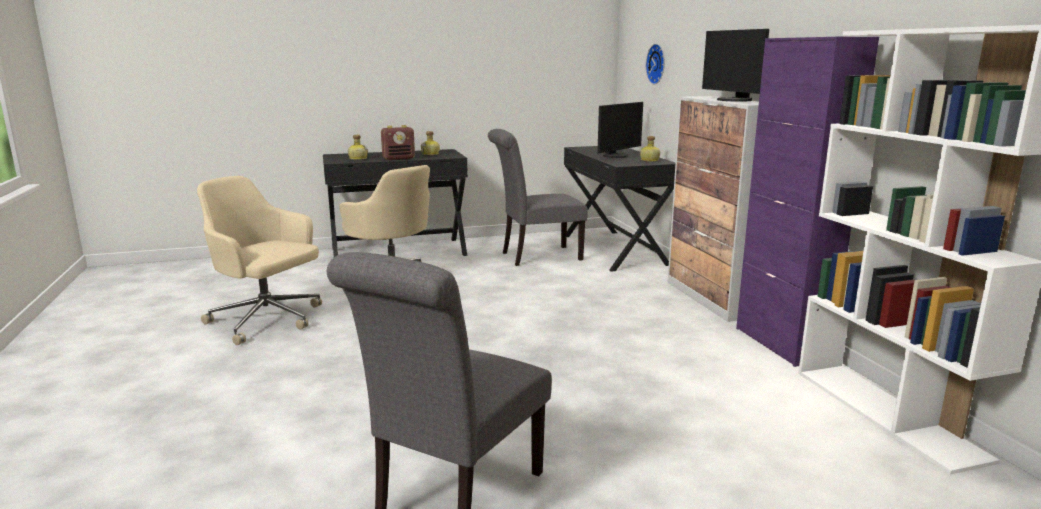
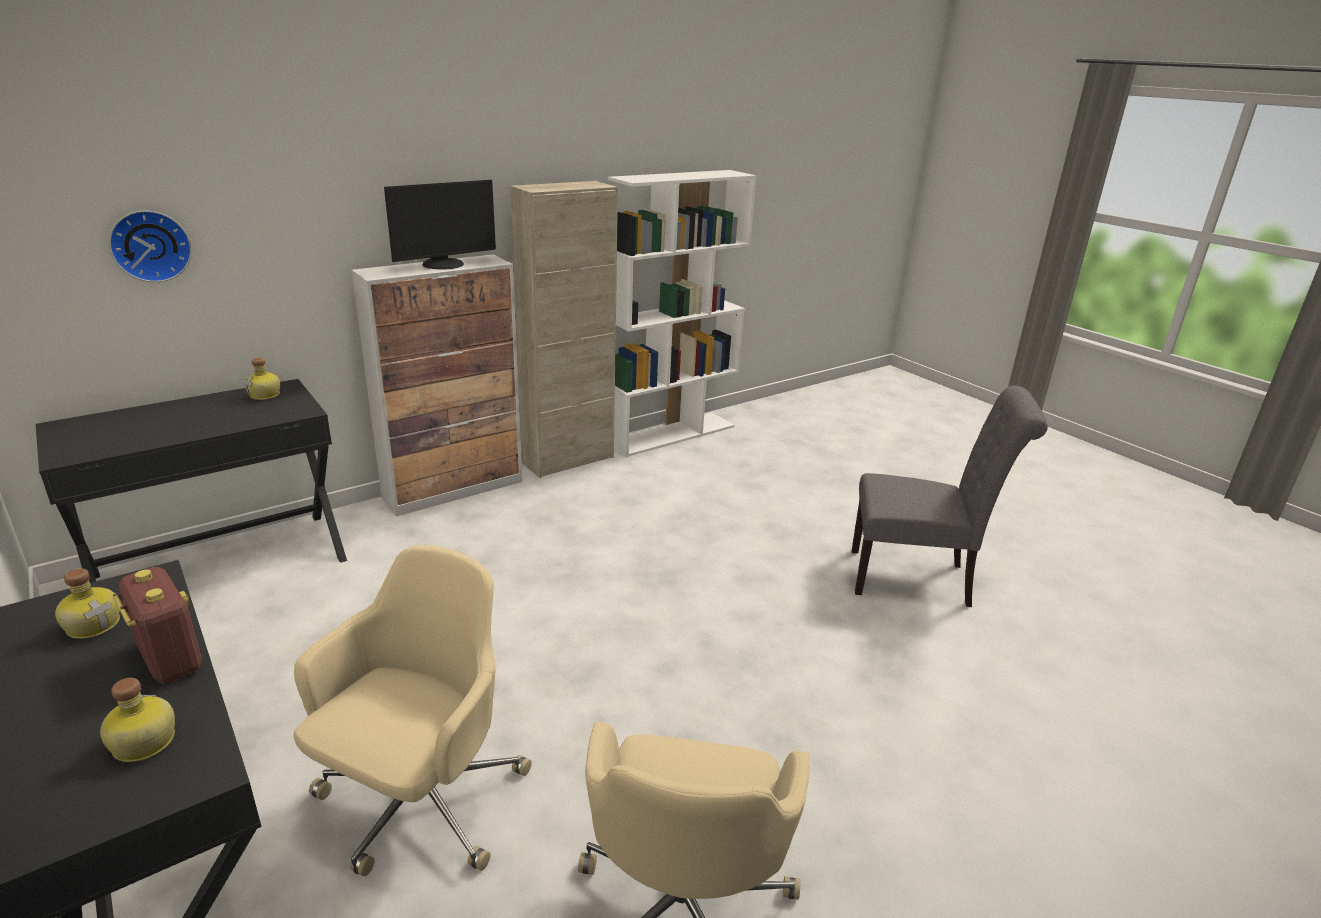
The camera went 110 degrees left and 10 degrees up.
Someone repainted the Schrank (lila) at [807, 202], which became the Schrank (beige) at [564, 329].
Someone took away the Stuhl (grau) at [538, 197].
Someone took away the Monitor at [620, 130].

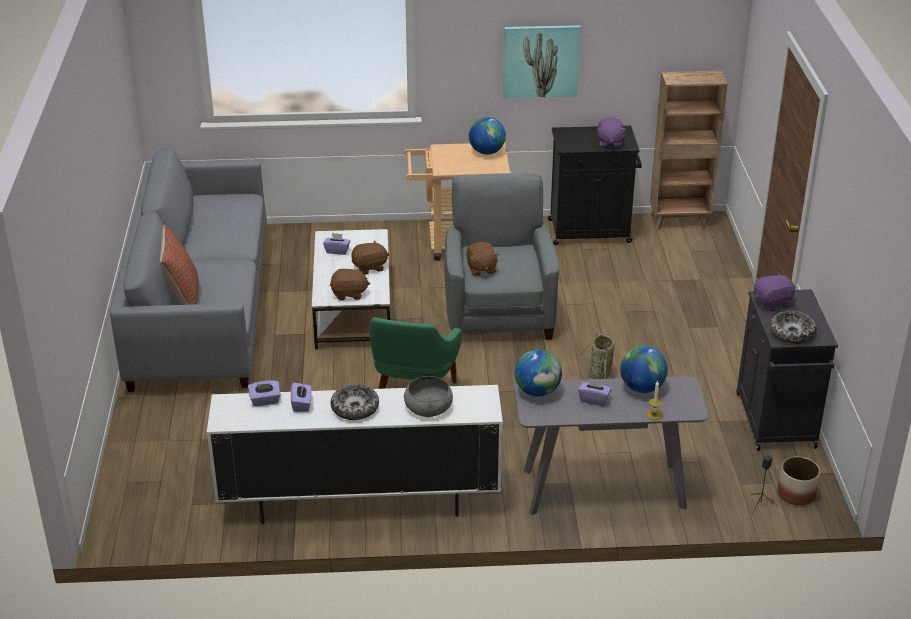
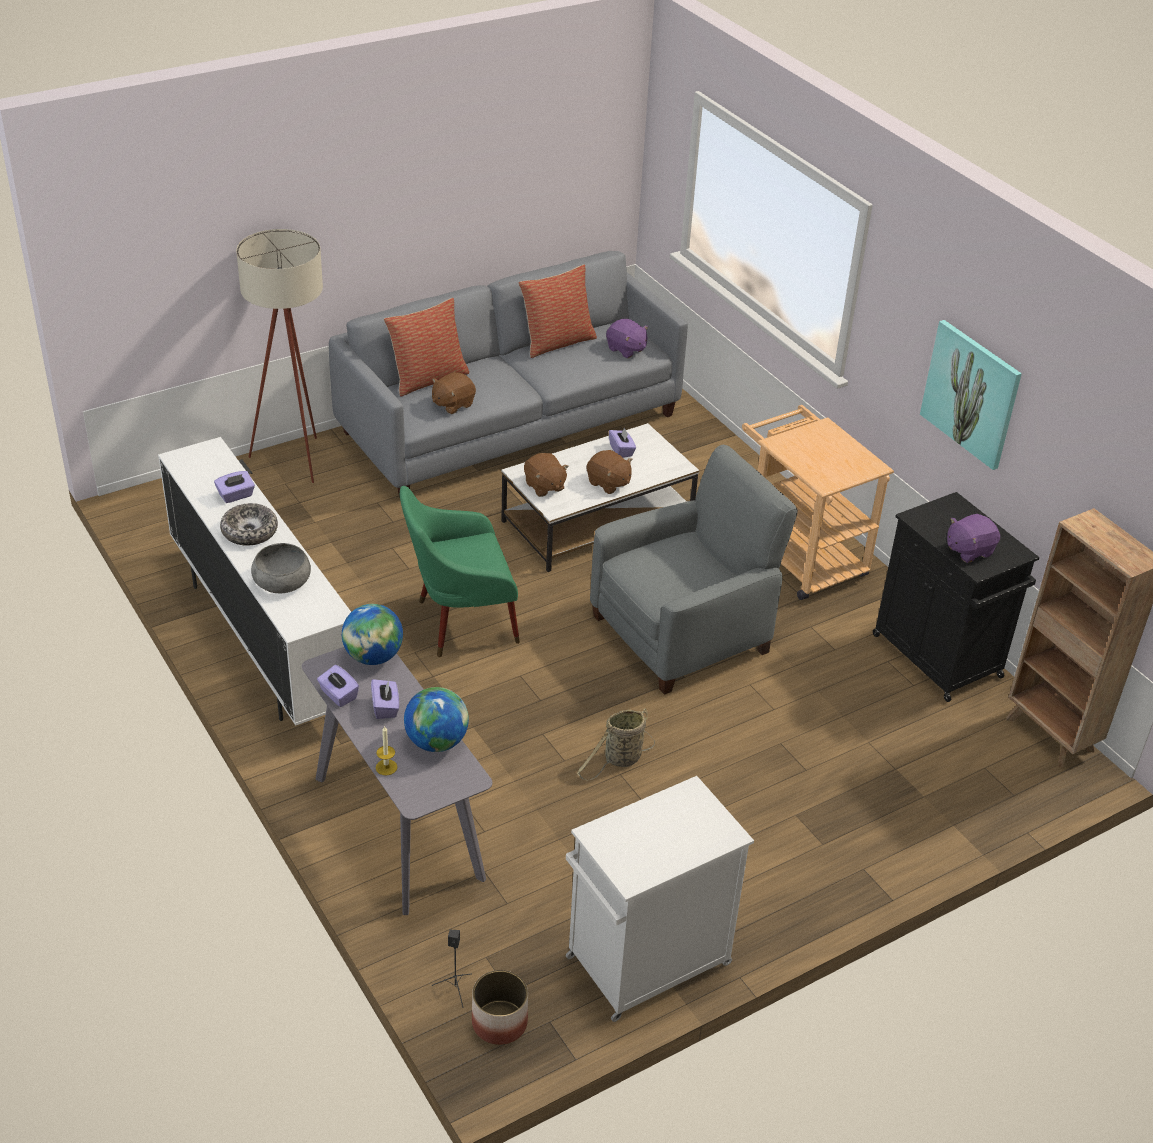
The camera went 60 degrees right and 5 degrees up.
Someone put down the Stehlampe (beige) at [279, 356].
Someone carried the Taschentuchbox (lila) from [264, 393] to [338, 686].
Someone carried the Plüschtier (braun) from [482, 259] to [454, 393].
Someone put down the Kissen at [558, 311].
Someone repainted the Schrank (schwarz) at [787, 370], which became the Schrank (weiß) at [660, 899].
Someone carried the Plüschtier (lila) from [774, 291] to [627, 338].
Someone took away the Globus at [487, 136].
Someone took away the Schüssel at [793, 327].

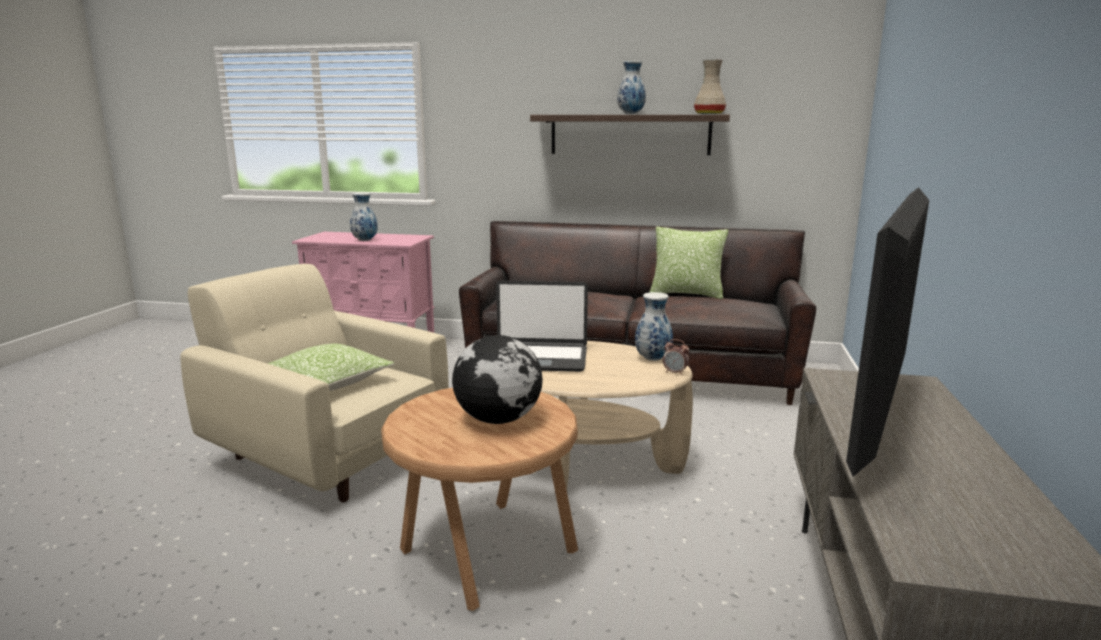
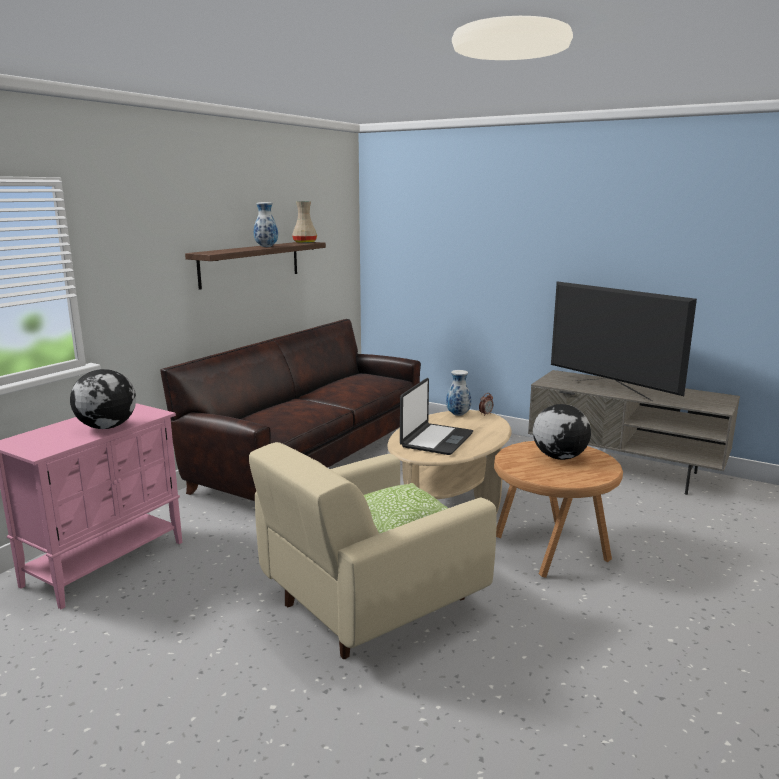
The camera went 70 degrees left and 0 degrees up.
Someone swapped the Vase at [364, 216] for the Globus at [103, 399].
Someone took away the Kissen at [689, 262].

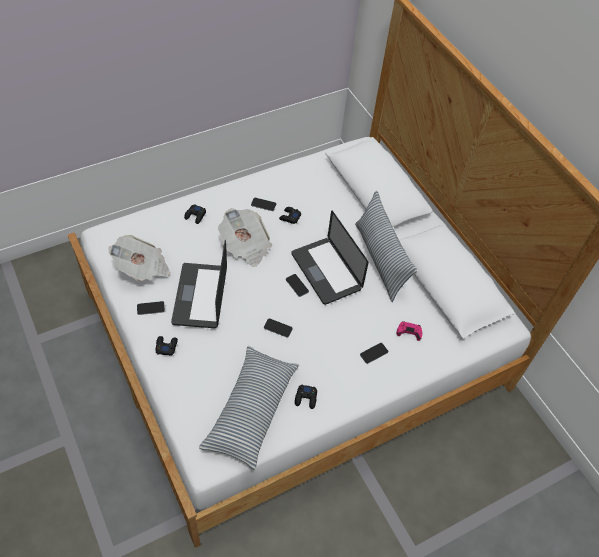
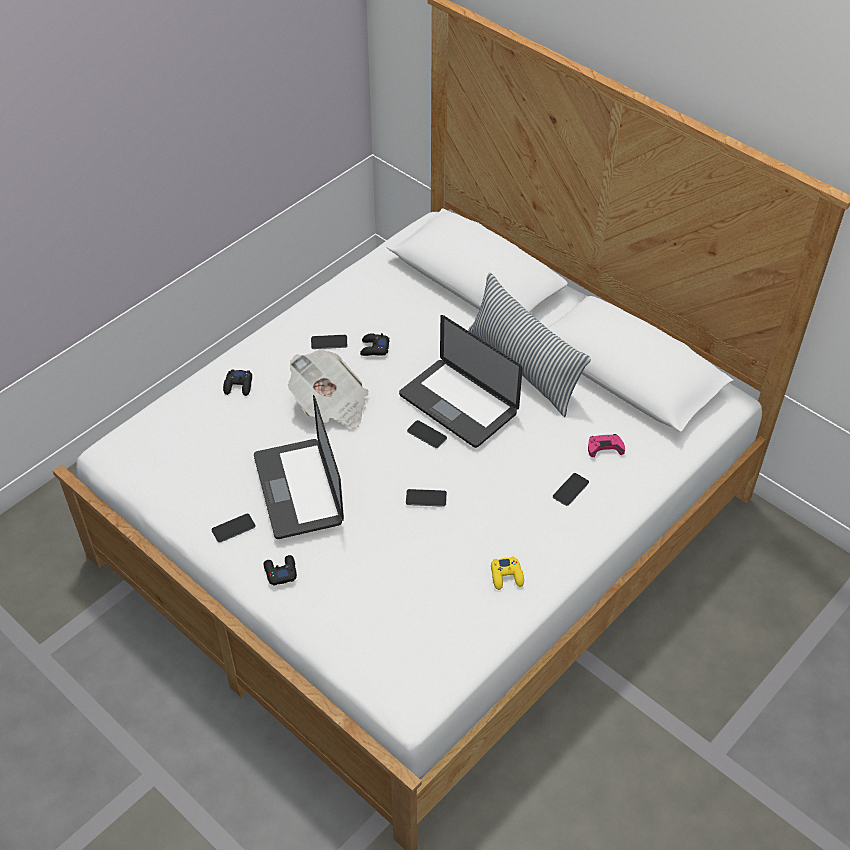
The camera went 15 degrees left and 5 degrees down.
Someone repainted the Gamepad (schwarz) at [306, 396], which became the Gamepad (gelb) at [507, 573].
Someone took away the Zeitung at [139, 258].
Someone took away the Kissen at [249, 408].

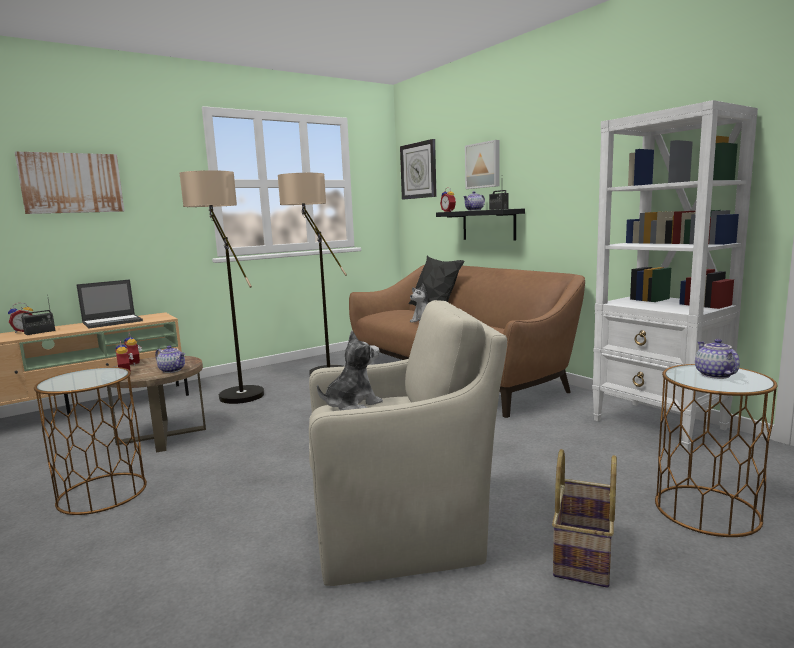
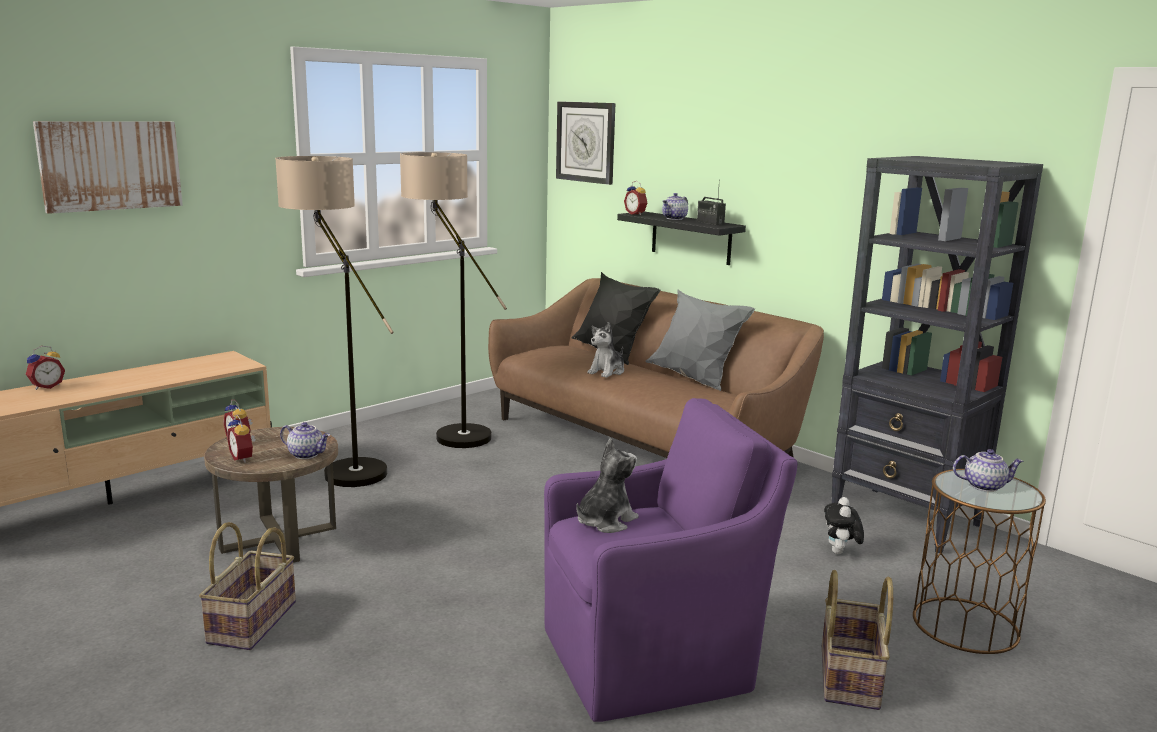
The camera went 10 degrees left and 5 degrees up.
Someone swapped the Beistelltisch (braun) at [90, 441] for the Korb at [247, 586].
Someone repainted the Sessel (beige) at [408, 443], which became the Sessel (lila) at [671, 560].
Someone put down the Kissen (grau) at [700, 340].
Someone put down the Plüschtier at [844, 525].
Someone repainted the Bücherregal (weiß) at [675, 275], which became the Bücherregal (schwarz) at [937, 354].
Someone rotated the Teekanne at [717, 359] by 105 degrees clockwise.
Someone took away the Radio at [38, 314].
Someone took away the Laptop at [109, 304].
Someone took away the Bild at [482, 164].

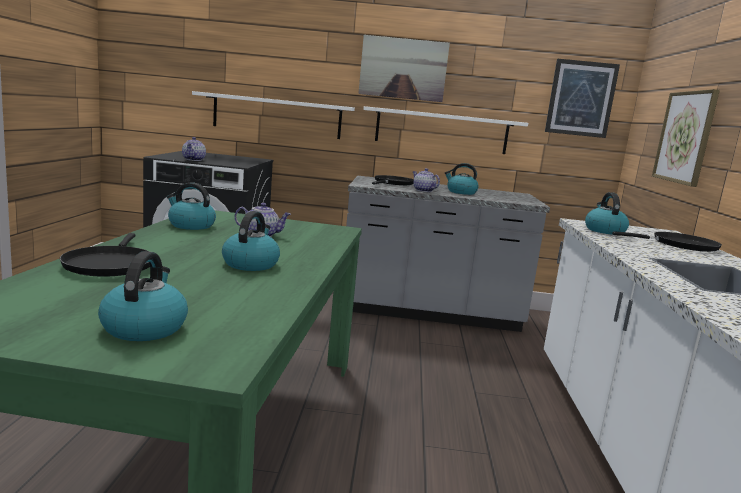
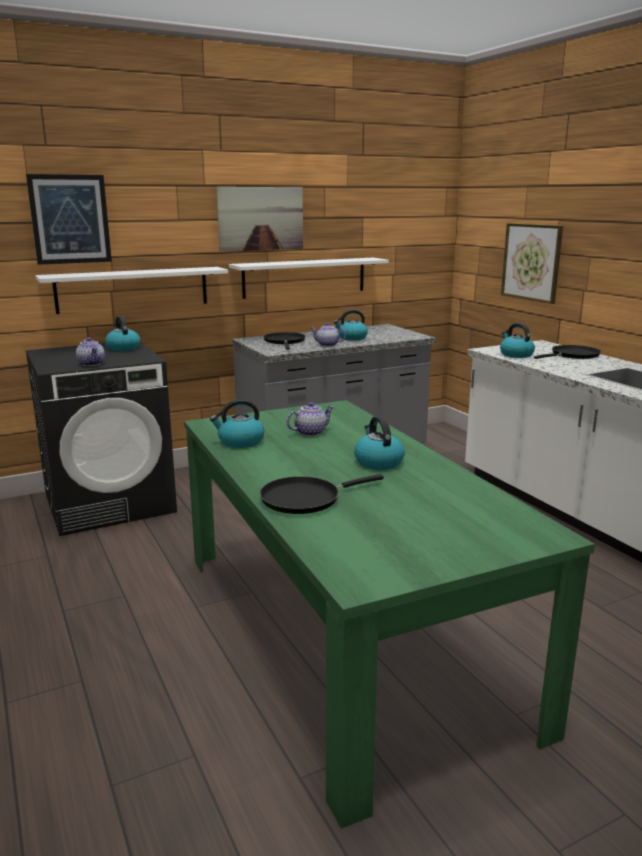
The camera went 30 degrees left and 5 degrees up.
Someone carried the Bild from [582, 98] to [69, 219].
Someone carried the Wasserkessel from [143, 296] to [122, 333].
Someone rotated the Pfanne (schwarz) at [105, 255] by 105 degrees clockwise.

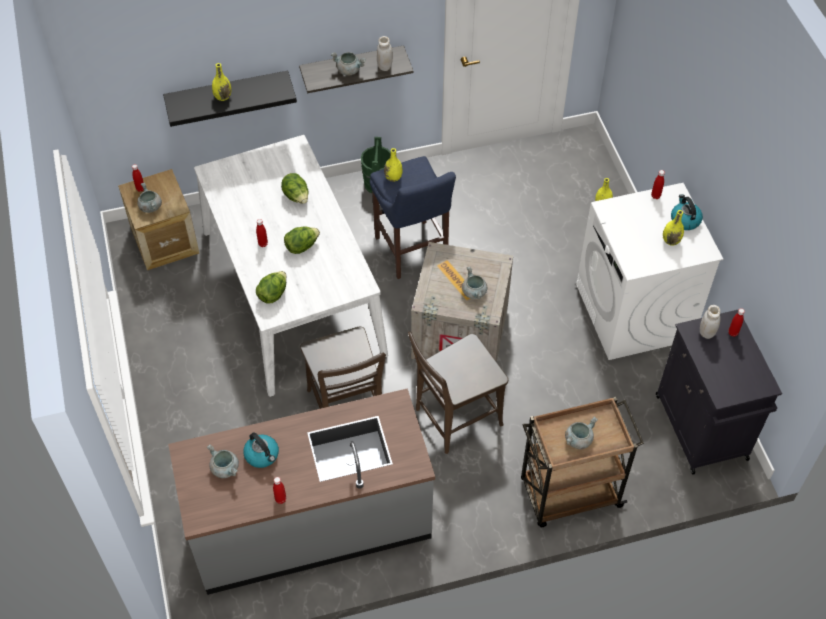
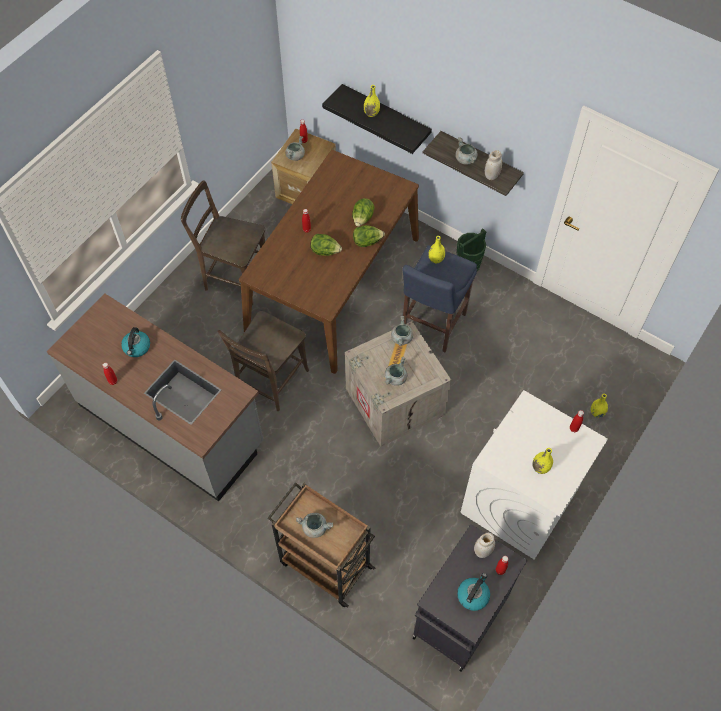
The camera went 50 degrees right and 5 degrees up.
Someone carried the Stuhl (braun) from [458, 393] to [223, 242].
Someone repainted the Esstisch (weiß) at [291, 266], which became the Esstisch (braun) at [329, 262].
Someone carried the Salatkopf from [271, 287] to [369, 236].
Someone carried the Kochtopf (grau) from [223, 461] to [402, 331].
Someone carried the Wasserkessel from [687, 212] to [473, 592].

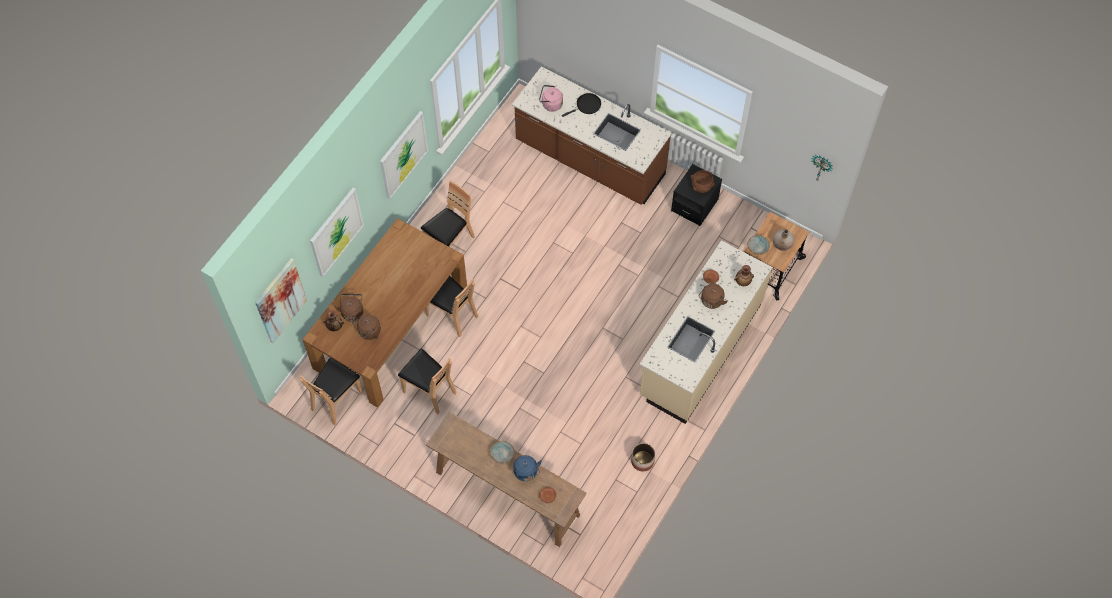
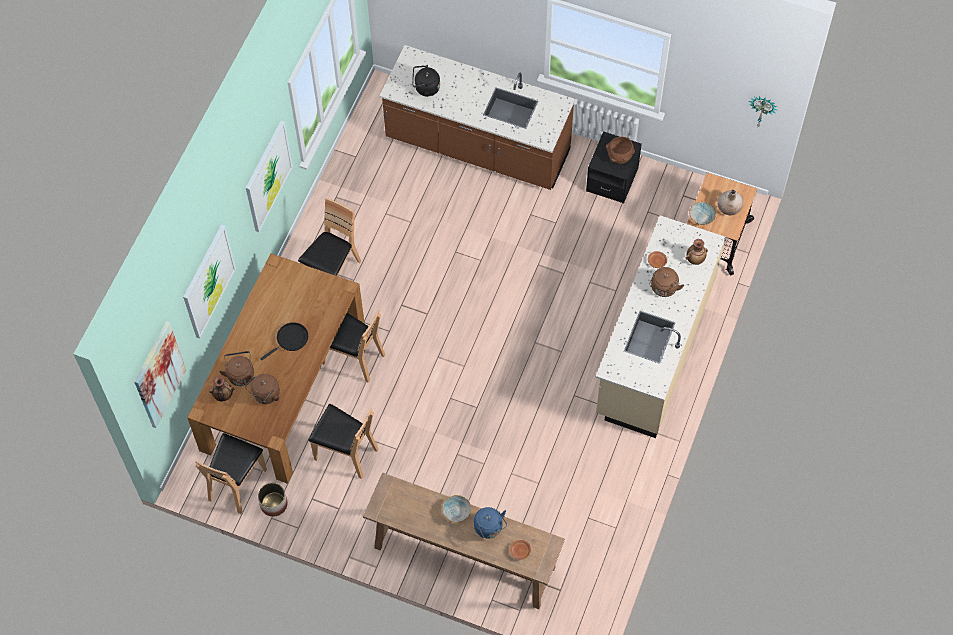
The camera went 10 degrees left and 0 degrees up.
Someone carried the Pflanzkübel from [643, 457] to [273, 500].
Someone carried the Pfanne (schwarz) from [581, 105] to [284, 341].
Someone repainted the Wasserkessel (rosa) at [551, 98], which became the Wasserkessel (schwarz) at [426, 81].

